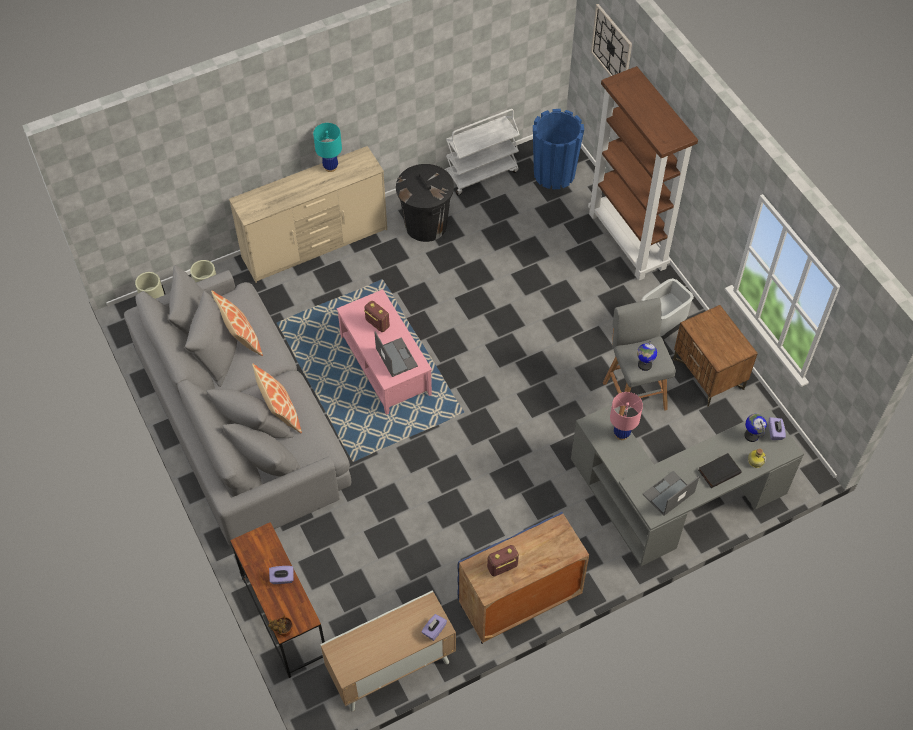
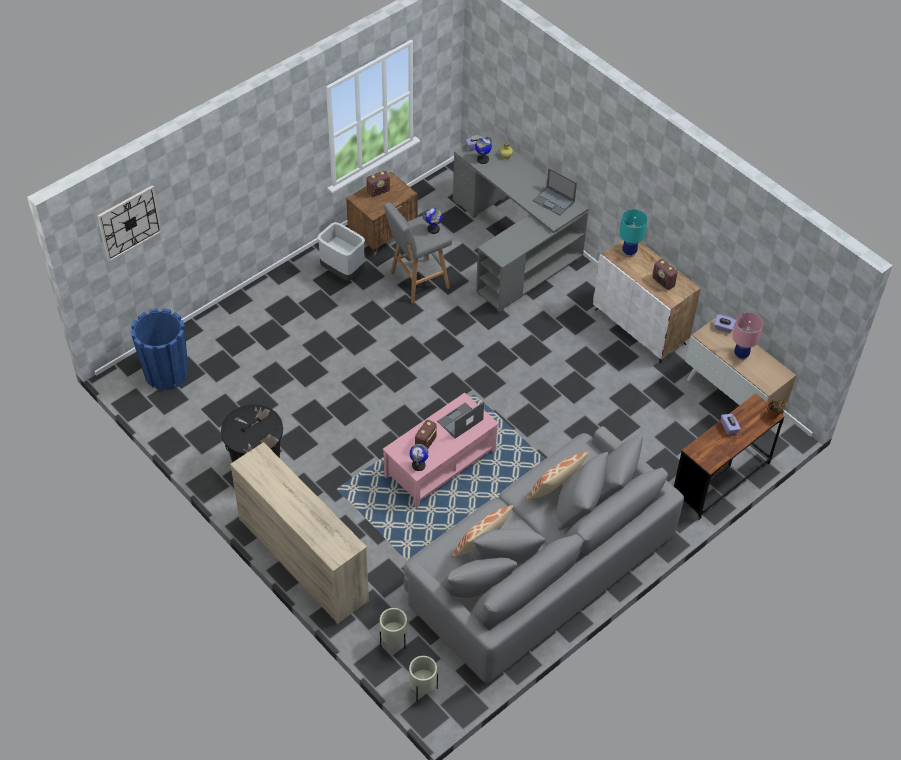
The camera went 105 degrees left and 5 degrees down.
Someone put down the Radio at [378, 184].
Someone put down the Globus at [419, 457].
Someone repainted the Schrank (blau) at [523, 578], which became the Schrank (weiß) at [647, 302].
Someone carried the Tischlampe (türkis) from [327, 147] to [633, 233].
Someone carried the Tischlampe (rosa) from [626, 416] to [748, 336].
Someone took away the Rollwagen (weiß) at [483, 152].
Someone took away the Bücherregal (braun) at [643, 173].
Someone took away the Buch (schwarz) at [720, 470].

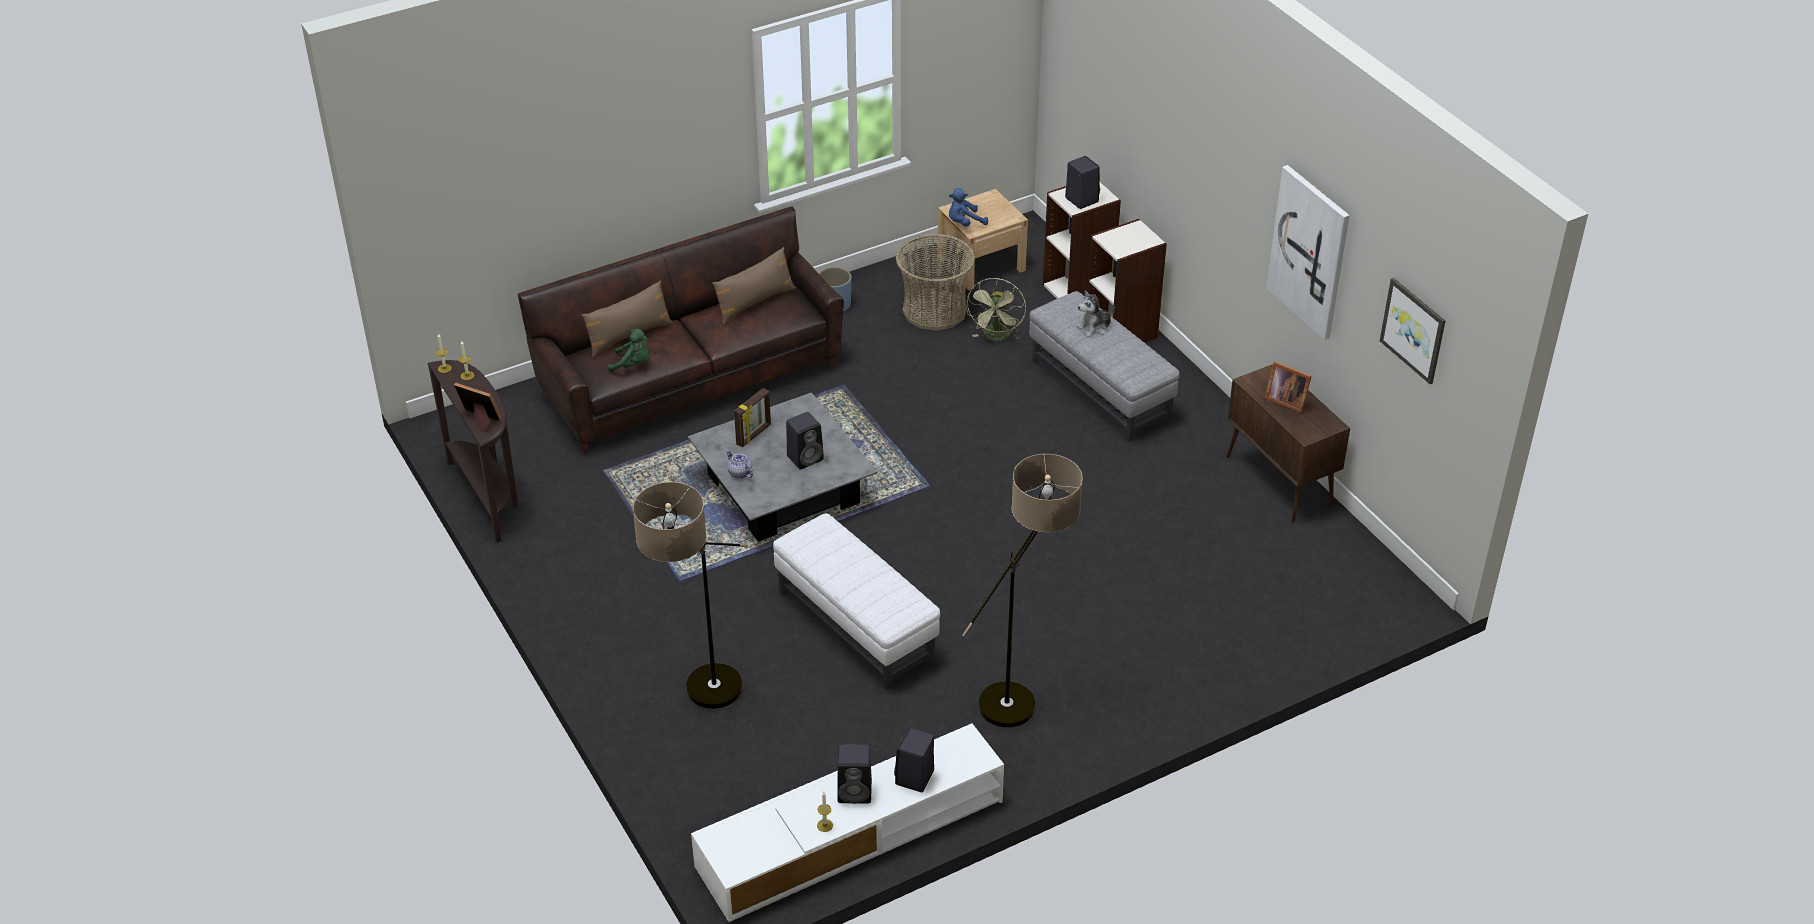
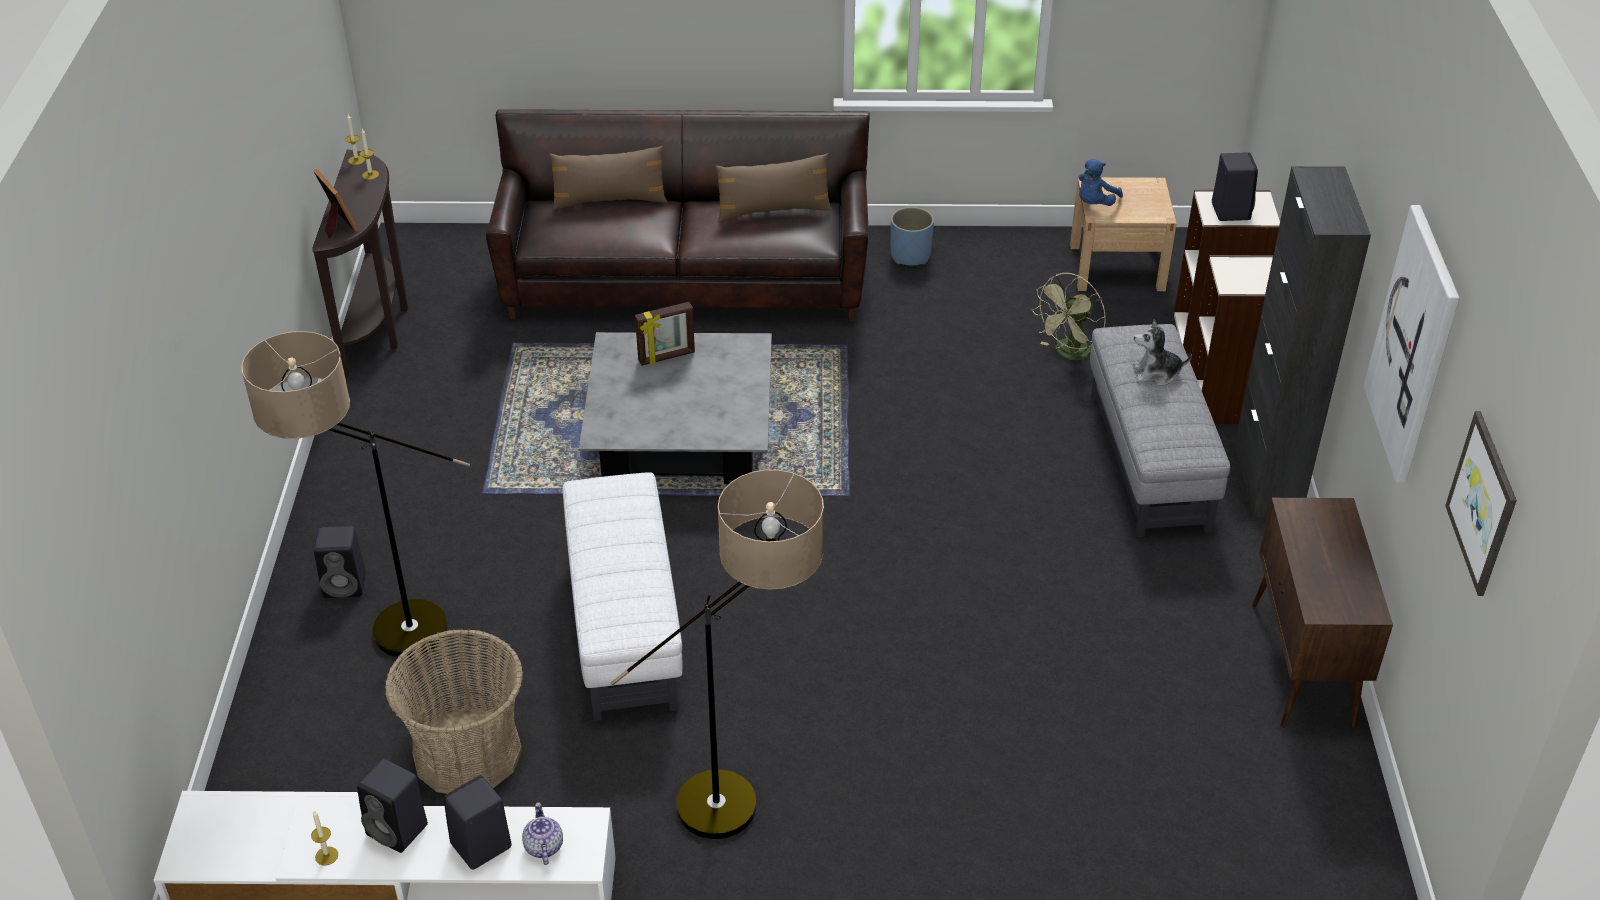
The camera went 30 degrees right and 0 degrees up.
Someone carried the Lautsprecher (schwarz) from [805, 441] to [340, 562].
Someone carried the Korb from [935, 282] to [454, 711].
Someone carried the Teekanne from [739, 464] to [542, 833].
Someone rotated the Plüschtier (blau) at [968, 207] by 60 degrees counterclockwise.
Someone put down the Schrank (schwarz) at [1302, 342].
Someone took away the Plüschtier (grün) at [629, 350].
Someone took away the Bilderrahmen at [1288, 387].

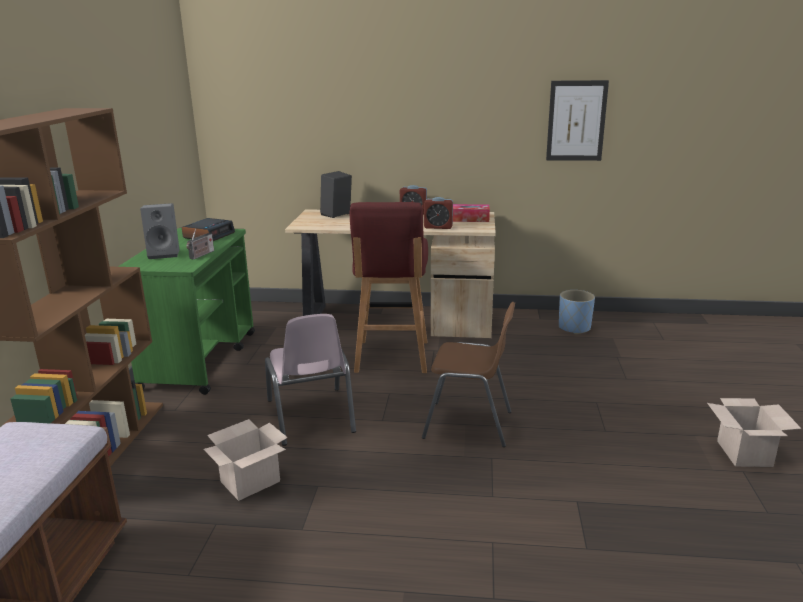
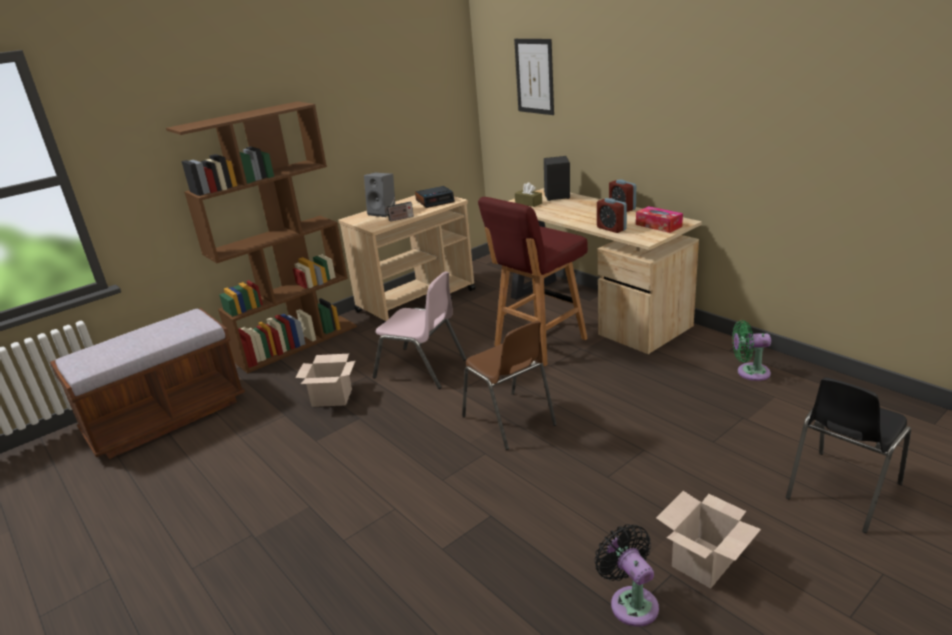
The camera went 45 degrees right and 5 degrees up.
Someone repainted the Rollwagen (grün) at [186, 311], which became the Rollwagen (beige) at [407, 259].
Someone rotated the Stuhl (rosa) at [310, 380] by 90 degrees counterclockwise.
Someone carried the Bild from [577, 120] to [534, 77].
Someone put down the Taschentuchbox (braun) at [528, 194].
Someone put down the Ventilator (schwarz) at [627, 575].
Someone swapped the Pflanzkübel (blau) at [577, 312] for the Ventilator (grün) at [752, 350].
Someone put down the Stuhl (schwarz) at [848, 455].

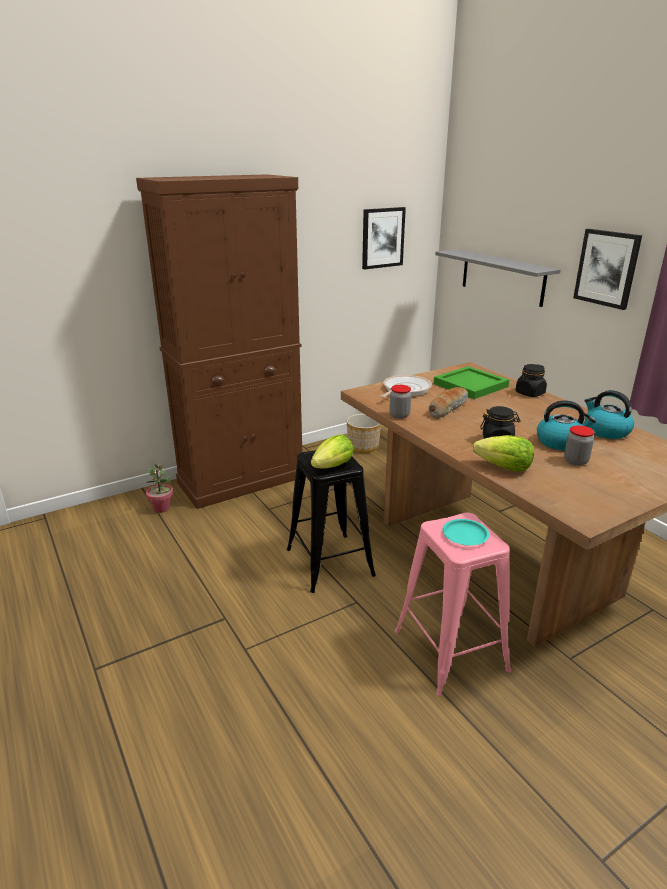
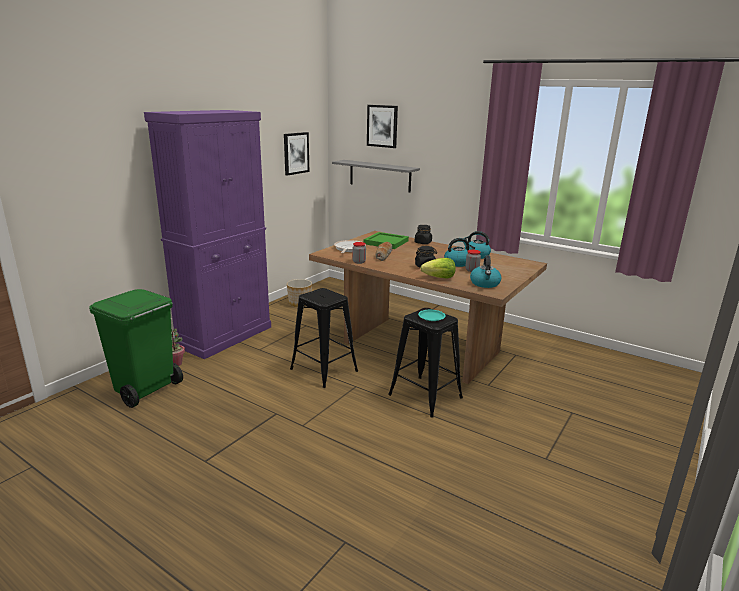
The camera went 25 degrees left and 5 degrees down.
Someone put down the Mülleimer (grün) at [136, 348].
Someone repainted the Schrank (braun) at [219, 341], which became the Schrank (lila) at [207, 234].
Someone carried the Bild from [607, 269] to [382, 126].
Someone repainted the Hocker (rosa) at [453, 604], which became the Hocker (schwarz) at [425, 363].
Someone put down the Wasserkessel at [485, 271].
Someone took away the Salatkopf at [332, 451].

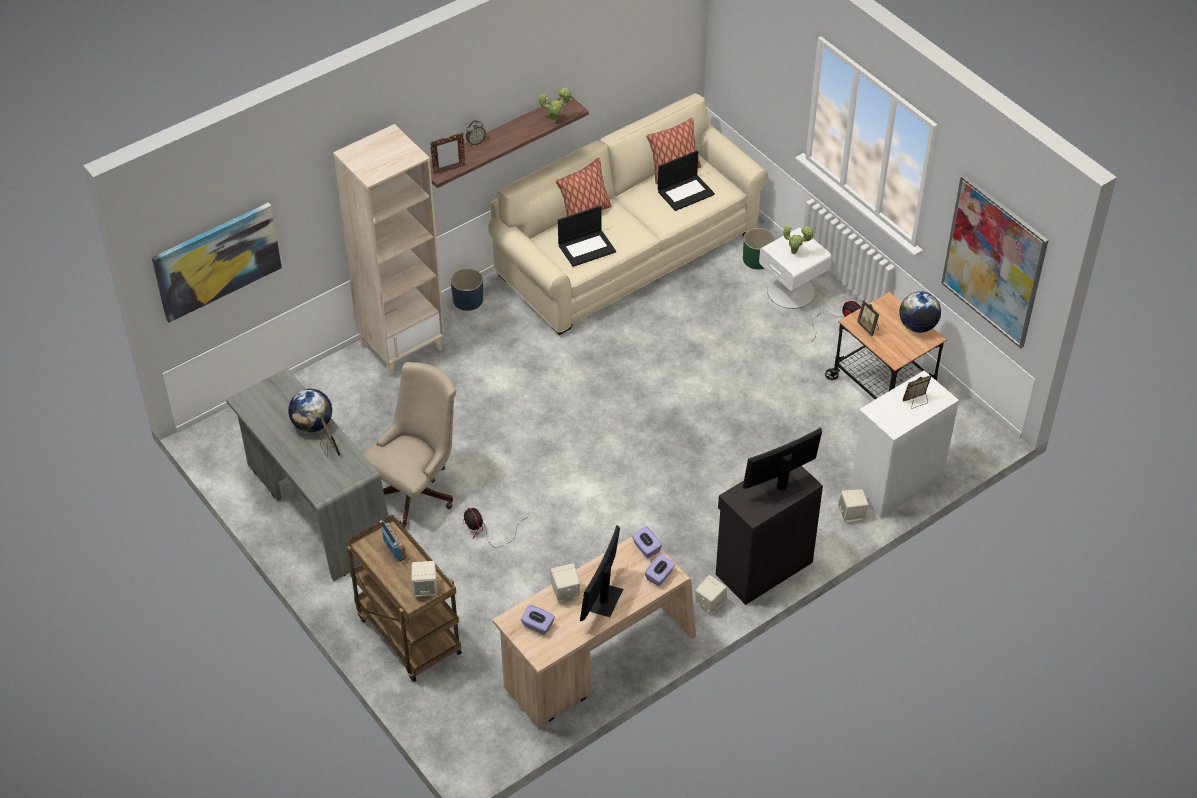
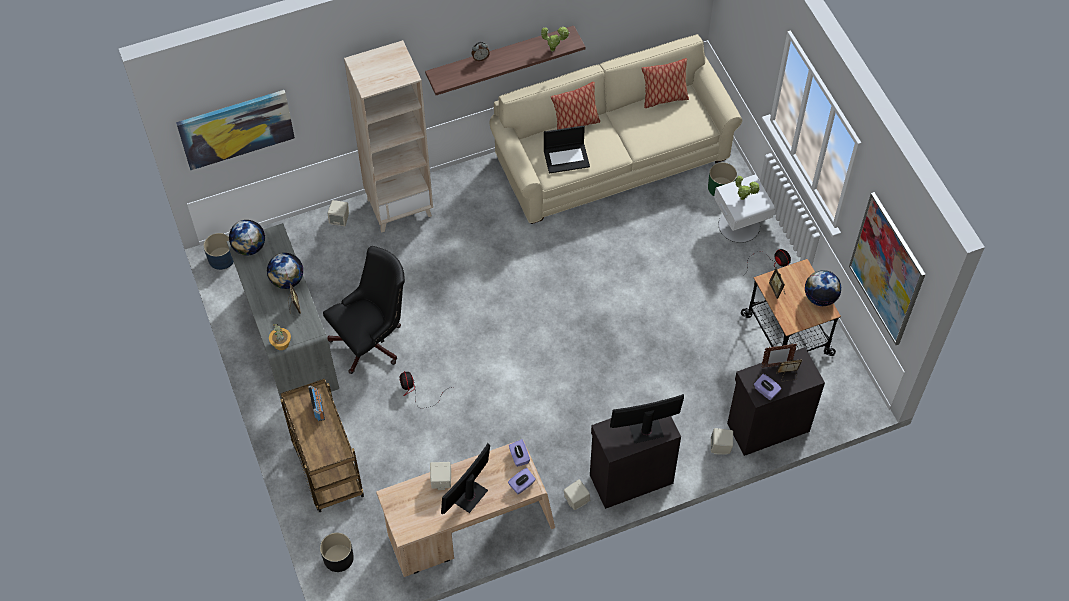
The camera went 15 degrees right and 10 degrees up.
Someone carried the Pflanzkübel (blau) from [467, 289] to [218, 251].
Someone put down the Globus at [247, 238].
Someone put down the Topfpflanze at [280, 337].
Someone put down the Pflanzkübel (schwarz) at [337, 552].
Someone repainted the Bürostuhl (beige) at [409, 445], which became the Bürostuhl (schwarz) at [364, 310].
Someone carried the Lautsprecher (beige) from [424, 579] to [338, 213].
Someone repainted the Schrank (weiß) at [904, 444], which became the Schrank (schwarz) at [776, 401].
Someone carried the Taschentuchbox (lila) from [538, 620] to [767, 387].
Someone carried the Bilderrahmen from [448, 153] to [779, 356].
Someone took away the Laptop at [686, 180].

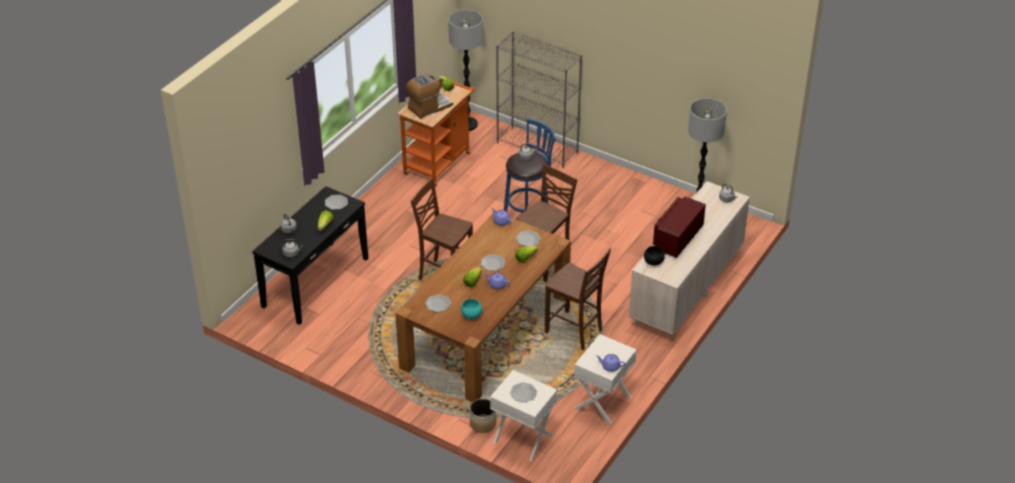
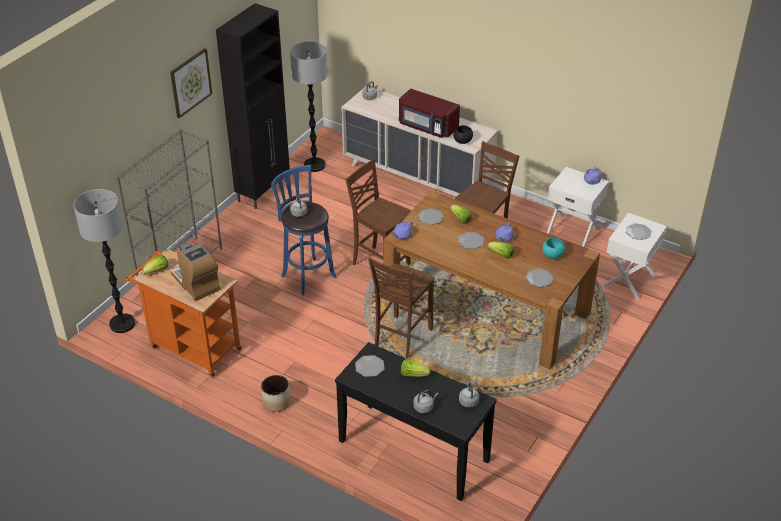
The camera went 90 degrees left and 0 degrees up.
Someone put up the Bild at [191, 83].
Someone put down the Schrank (schwarz) at [253, 106].
Someone carried the Pflanzkübel from [483, 416] to [276, 393].

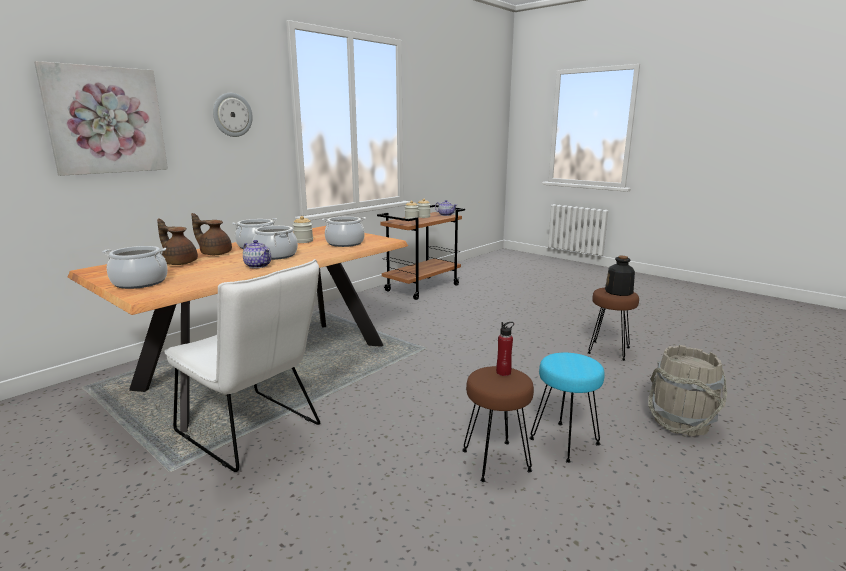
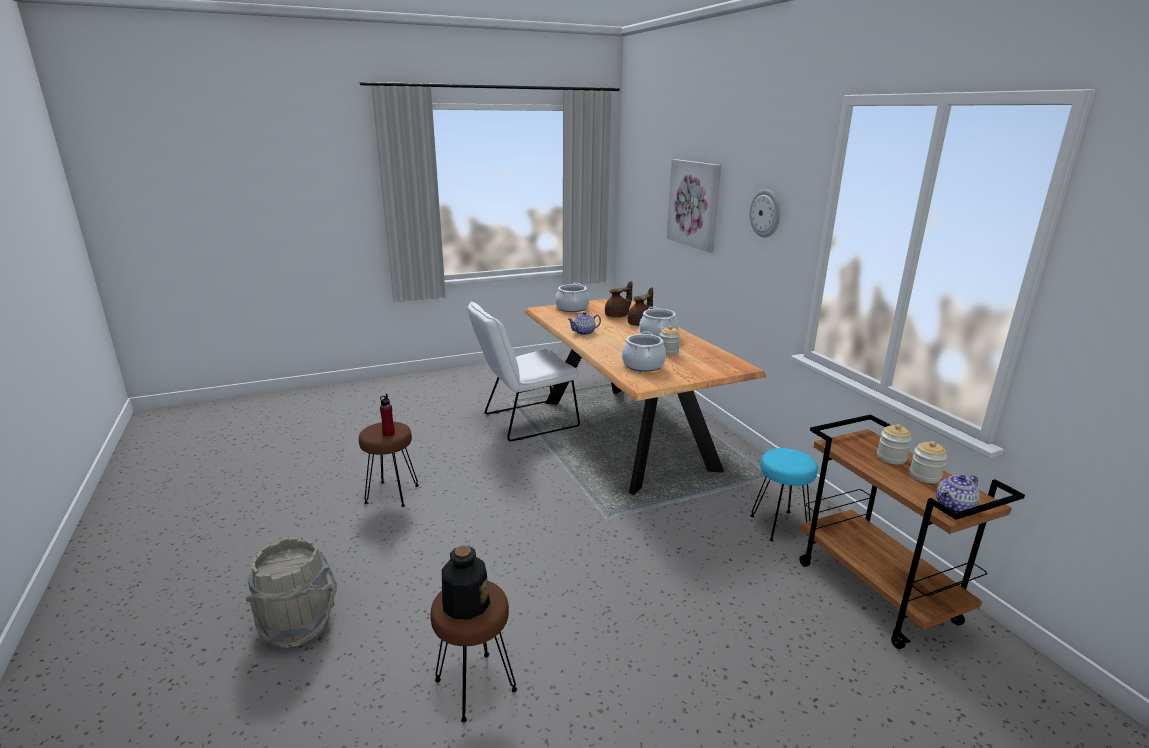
The camera went 115 degrees right and 5 degrees up.
Someone carried the Hocker (türkis) from [567, 408] to [784, 494].
Someone took away the Kochtopf at [275, 242].

